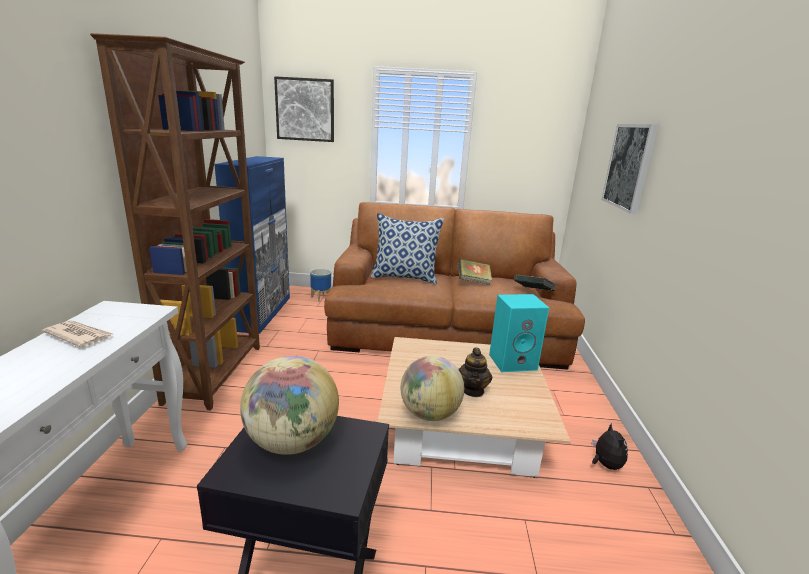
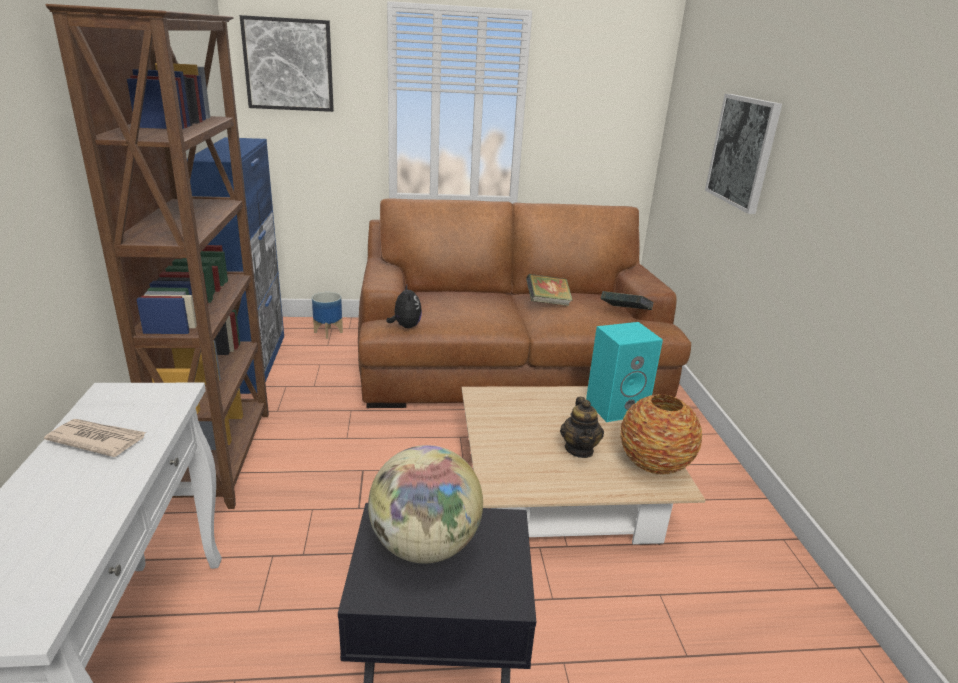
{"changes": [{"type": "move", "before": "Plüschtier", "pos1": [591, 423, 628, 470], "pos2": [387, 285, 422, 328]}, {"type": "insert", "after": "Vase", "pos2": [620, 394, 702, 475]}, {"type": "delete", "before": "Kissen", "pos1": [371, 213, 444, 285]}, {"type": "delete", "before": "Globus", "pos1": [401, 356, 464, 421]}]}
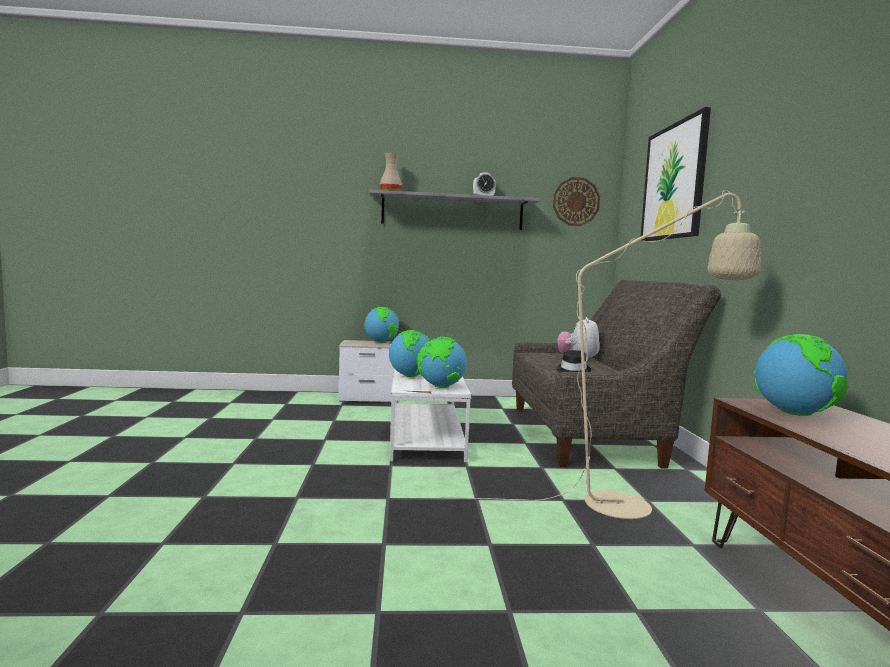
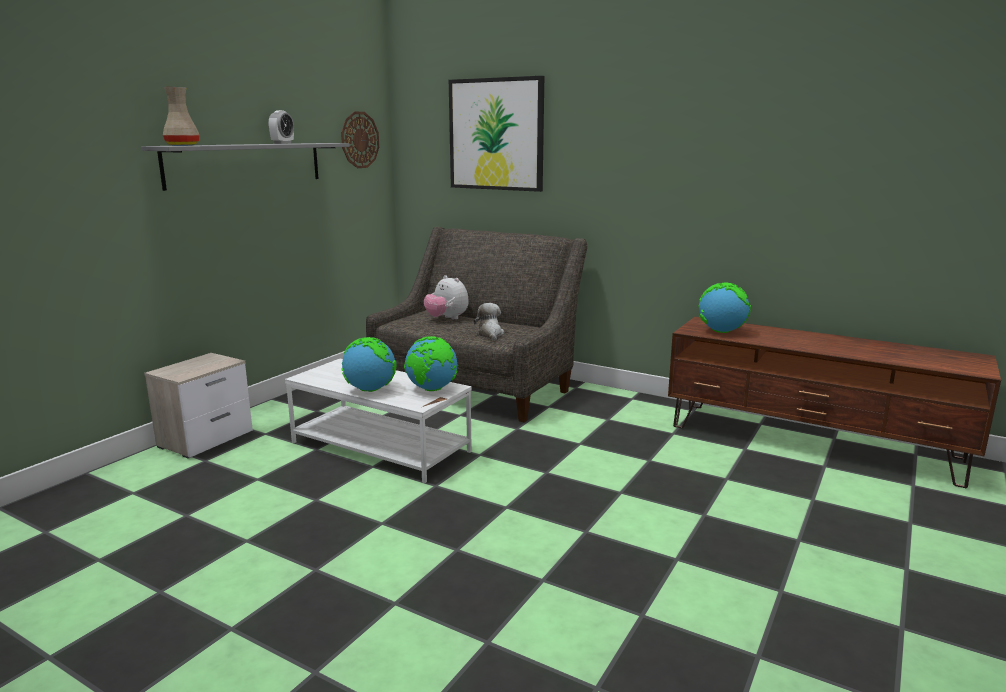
{"changes": [{"type": "replace", "before": "Hut/schwarz", "after": "Plüschtier", "pos1": [556, 350, 591, 373], "pos2": [474, 303, 504, 341]}, {"type": "delete", "before": "Globus", "pos1": [365, 307, 400, 343]}, {"type": "delete", "before": "Stehlampe/beige", "pos1": [441, 190, 761, 519]}]}
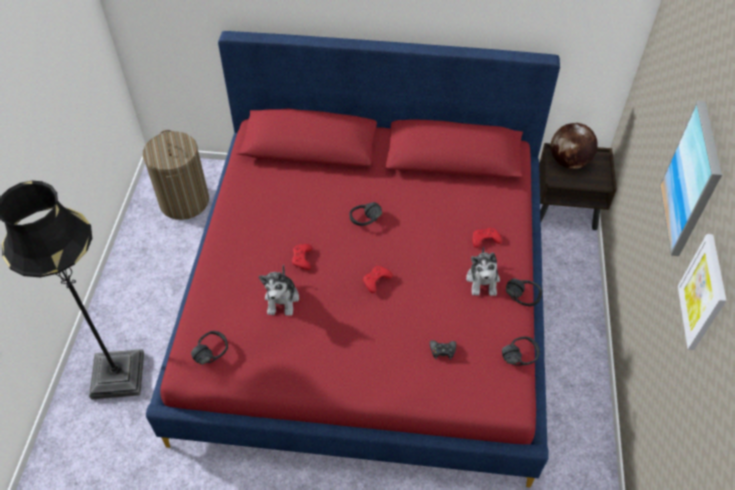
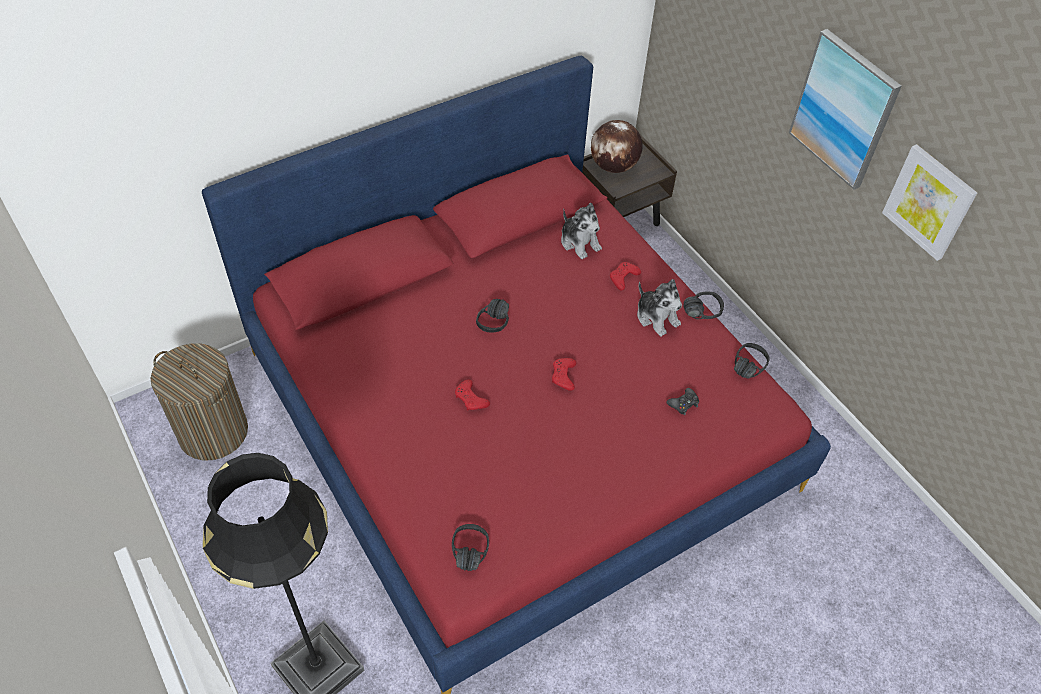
{"changes": [{"type": "move", "before": "Plüschtier", "pos1": [259, 264, 299, 316], "pos2": [561, 203, 602, 259]}]}
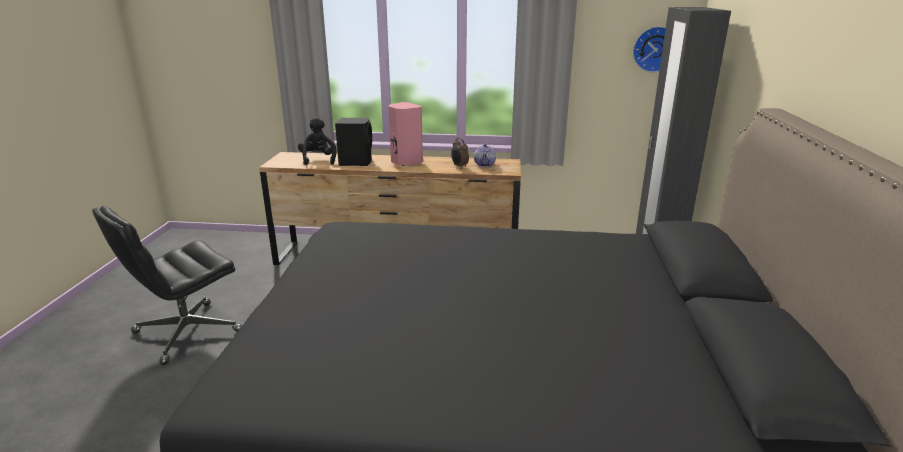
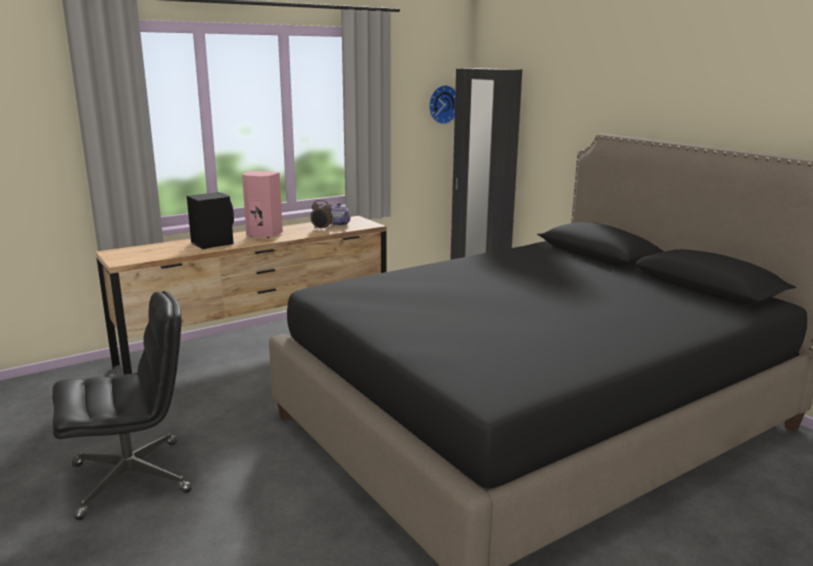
{"changes": [{"type": "rotate", "before": "Bürostuhl/schwarz", "pos1": [92, 206, 242, 365], "pos2": [52, 291, 192, 520], "turn": -120}, {"type": "delete", "before": "Plüschtier/schwarz", "pos1": [298, 117, 337, 165]}]}
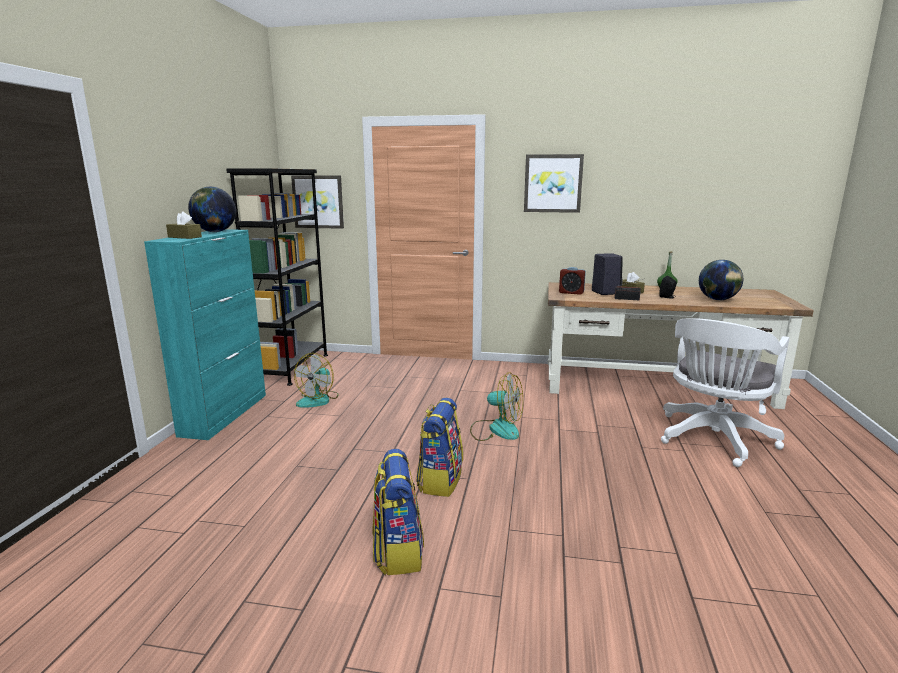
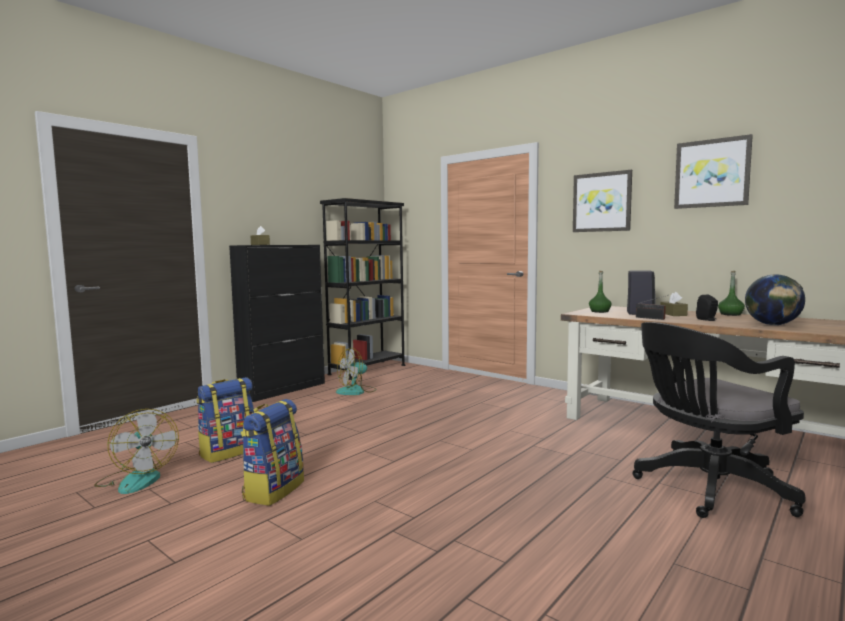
{"changes": [{"type": "move", "before": "Ventilator", "pos1": [470, 372, 523, 441], "pos2": [94, 409, 179, 494]}, {"type": "move", "before": "Rucksack", "pos1": [416, 398, 463, 497], "pos2": [197, 377, 254, 463]}, {"type": "recolor", "before": "Schrank/türkis", "after": "Schrank/schwarz", "pos1": [144, 229, 266, 440], "pos2": [229, 245, 325, 402]}, {"type": "replace", "before": "Wecker", "after": "Flasche/grün", "pos1": [559, 267, 586, 295], "pos2": [589, 270, 611, 313]}, {"type": "recolor", "before": "Bürostuhl/weiß", "after": "Bürostuhl/schwarz", "pos1": [661, 318, 789, 467], "pos2": [632, 322, 806, 518]}, {"type": "move", "before": "Bild", "pos1": [291, 176, 344, 229], "pos2": [674, 134, 753, 209]}, {"type": "delete", "before": "Globus", "pos1": [188, 187, 236, 232]}]}
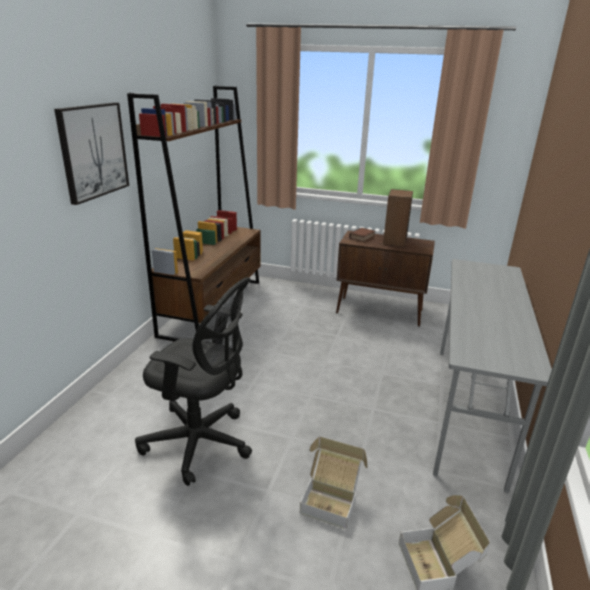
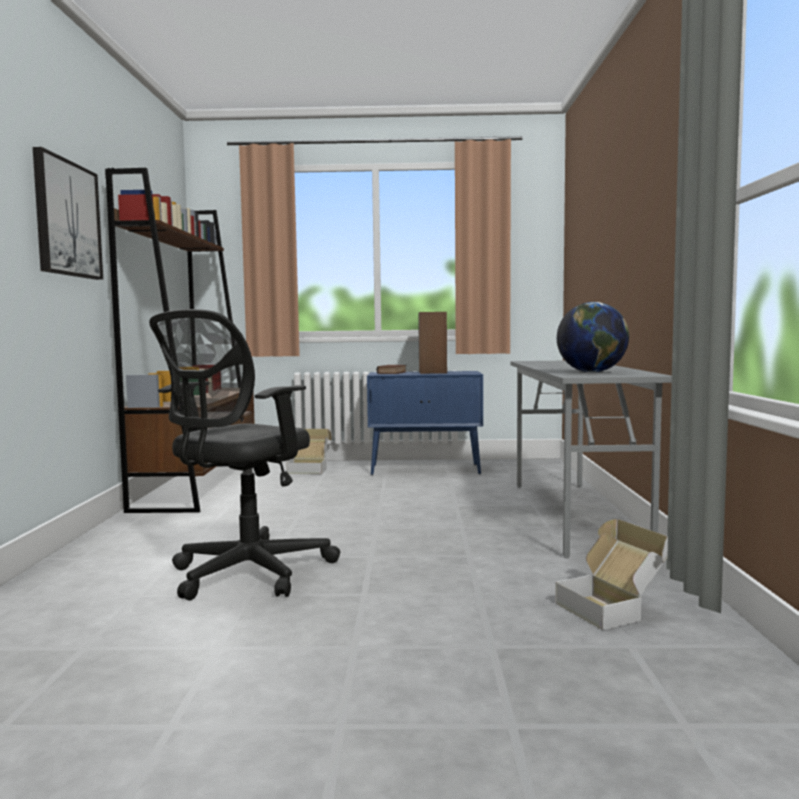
{"changes": [{"type": "rotate", "before": "Bürostuhl/schwarz", "pos1": [135, 277, 252, 486], "pos2": [149, 309, 340, 600], "turn": 120}, {"type": "move", "before": "Karton", "pos1": [300, 436, 368, 529], "pos2": [287, 429, 332, 474]}, {"type": "recolor", "before": "Schrank/braun", "after": "Schrank/blau", "pos1": [336, 230, 435, 327], "pos2": [367, 371, 483, 475]}, {"type": "insert", "after": "Globus", "pos2": [557, 302, 629, 373]}]}
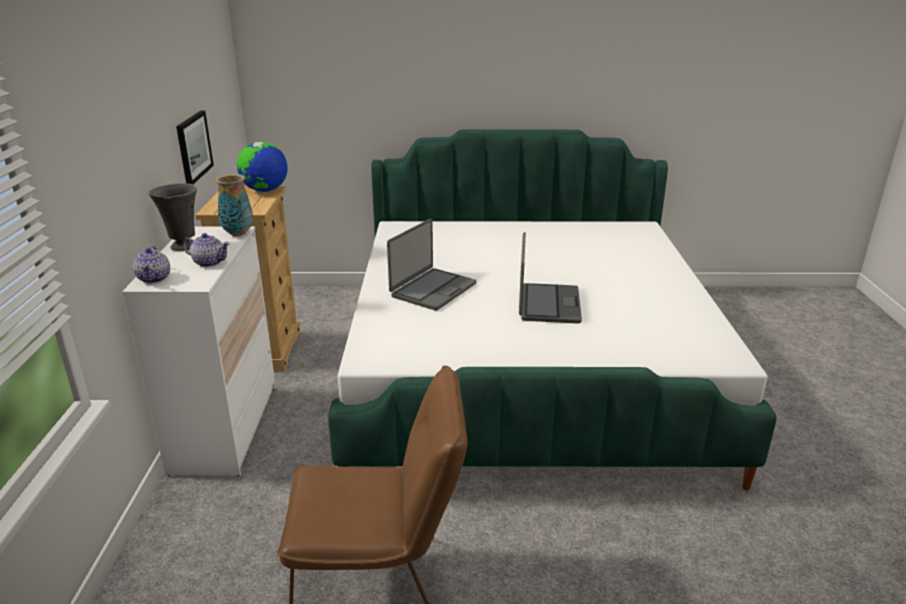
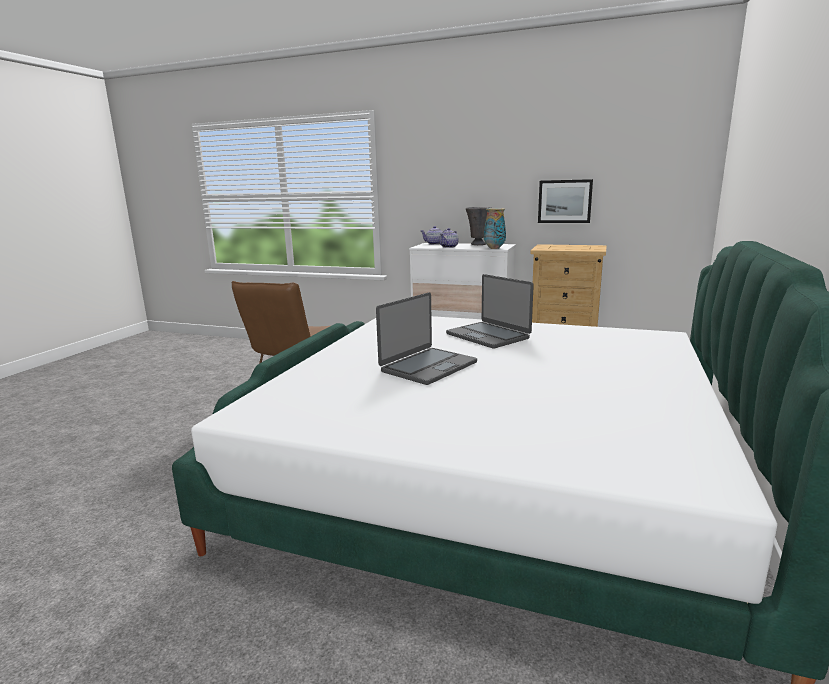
{"changes": [{"type": "rotate", "before": "Laptop", "pos1": [519, 232, 582, 324], "pos2": [376, 292, 477, 385], "turn": -75}, {"type": "delete", "before": "Globus", "pos1": [237, 142, 288, 192]}]}
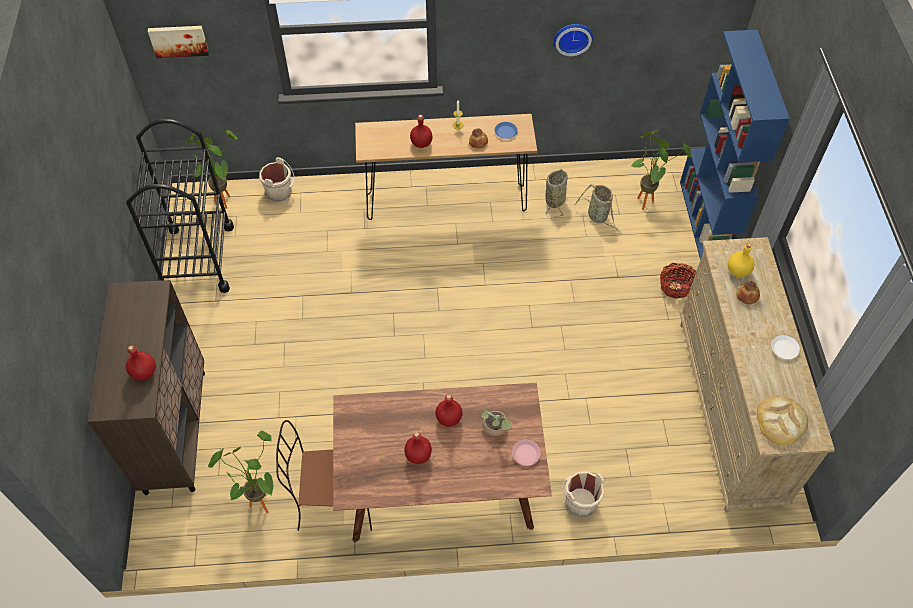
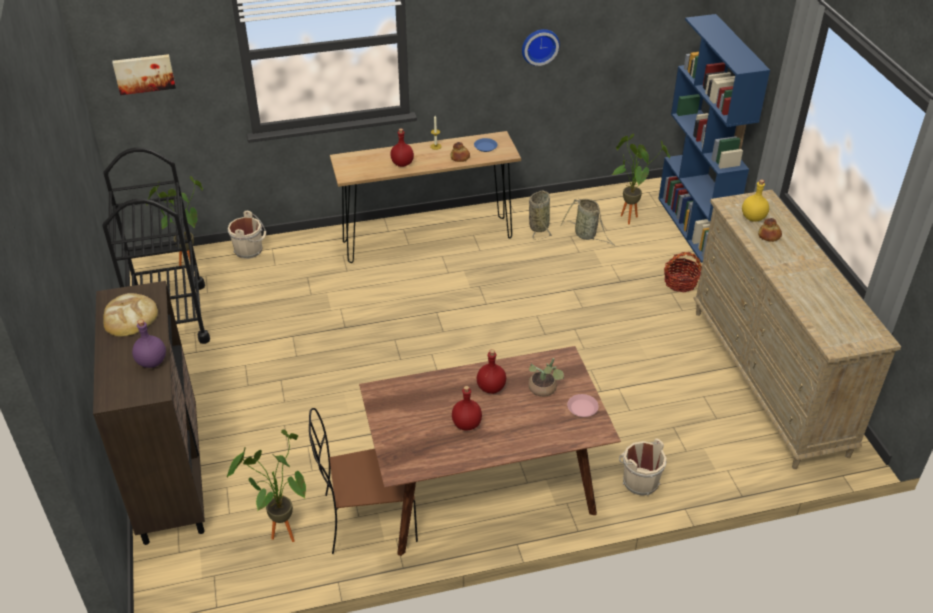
{"changes": [{"type": "move", "before": "Brot", "pos1": [757, 395, 808, 446], "pos2": [103, 293, 158, 337]}, {"type": "recolor", "before": "Flasche/rot", "after": "Flasche/lila", "pos1": [126, 345, 156, 381], "pos2": [132, 320, 166, 368]}, {"type": "delete", "before": "Teller/weiß", "pos1": [771, 335, 800, 359]}]}
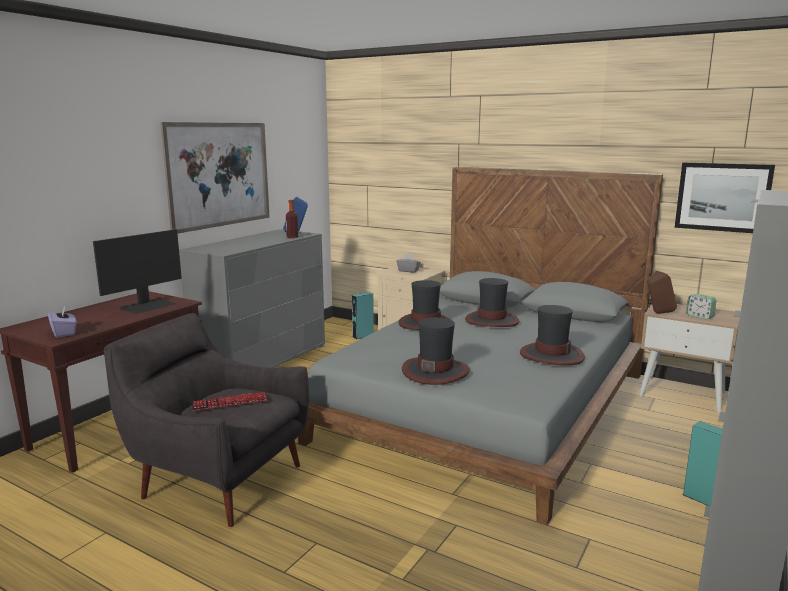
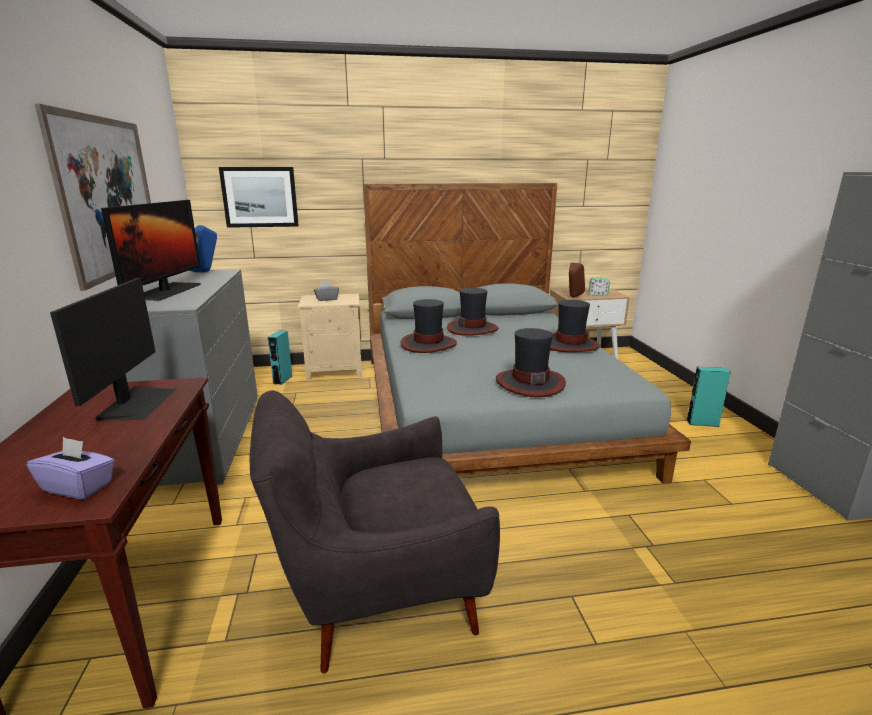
{"changes": [{"type": "insert", "after": "Monitor", "pos2": [101, 200, 201, 301]}, {"type": "move", "before": "Bild", "pos1": [675, 163, 775, 233], "pos2": [219, 167, 299, 228]}, {"type": "delete", "before": "Tastatur", "pos1": [192, 392, 268, 412]}, {"type": "delete", "before": "Flasche", "pos1": [286, 200, 298, 238]}]}
